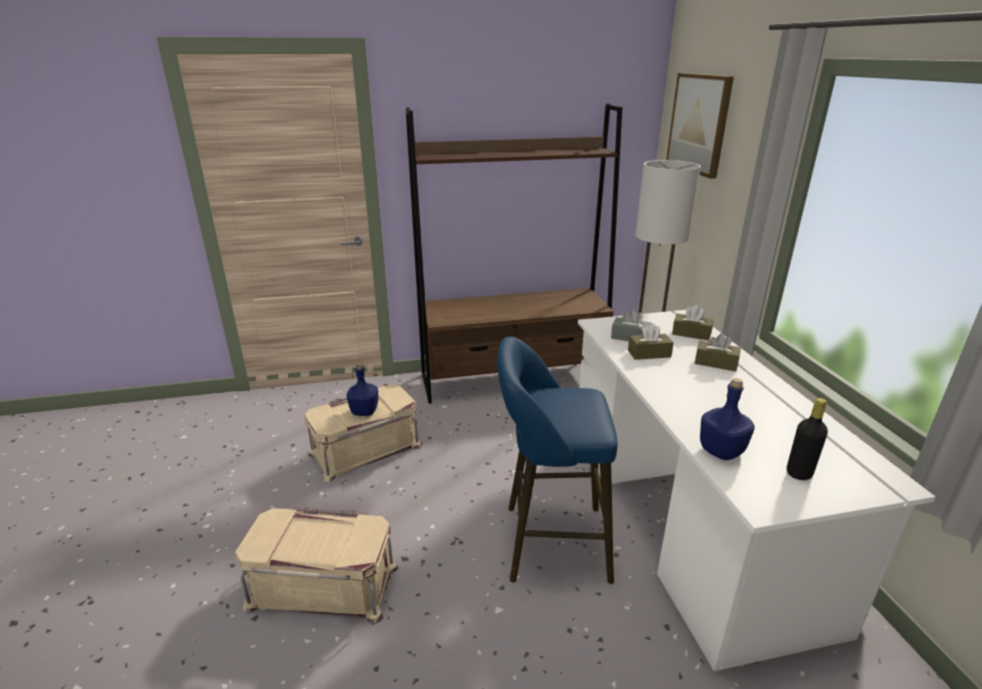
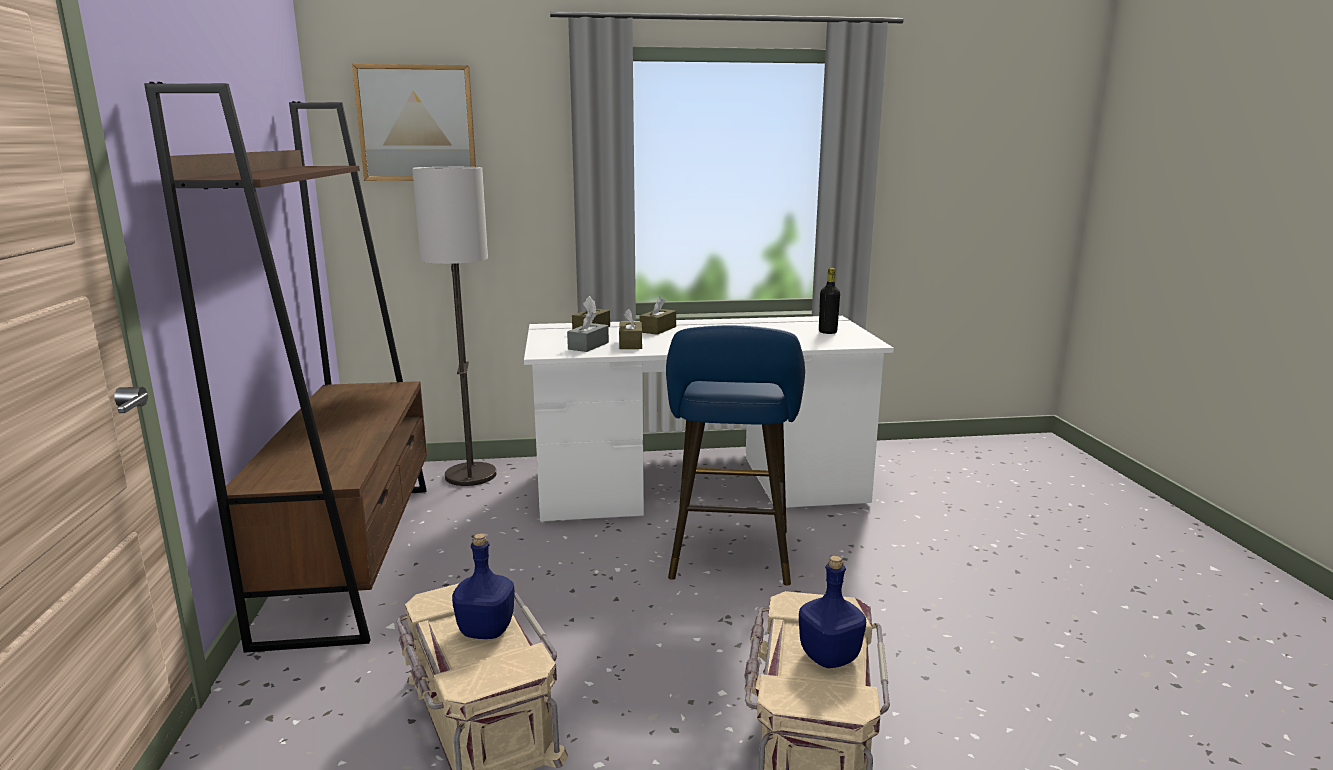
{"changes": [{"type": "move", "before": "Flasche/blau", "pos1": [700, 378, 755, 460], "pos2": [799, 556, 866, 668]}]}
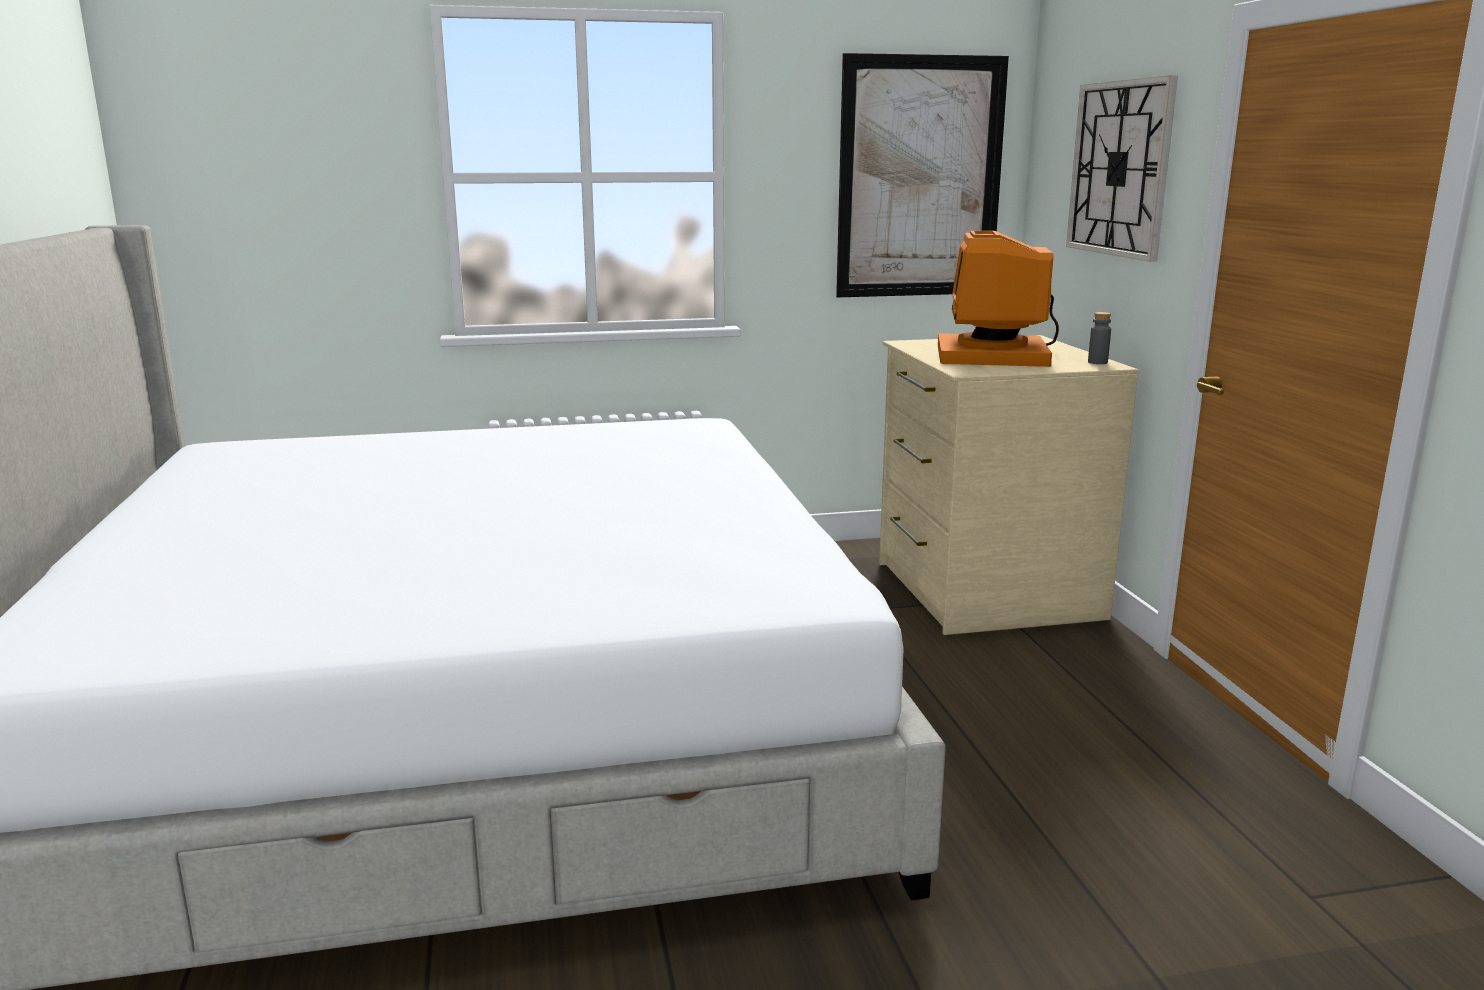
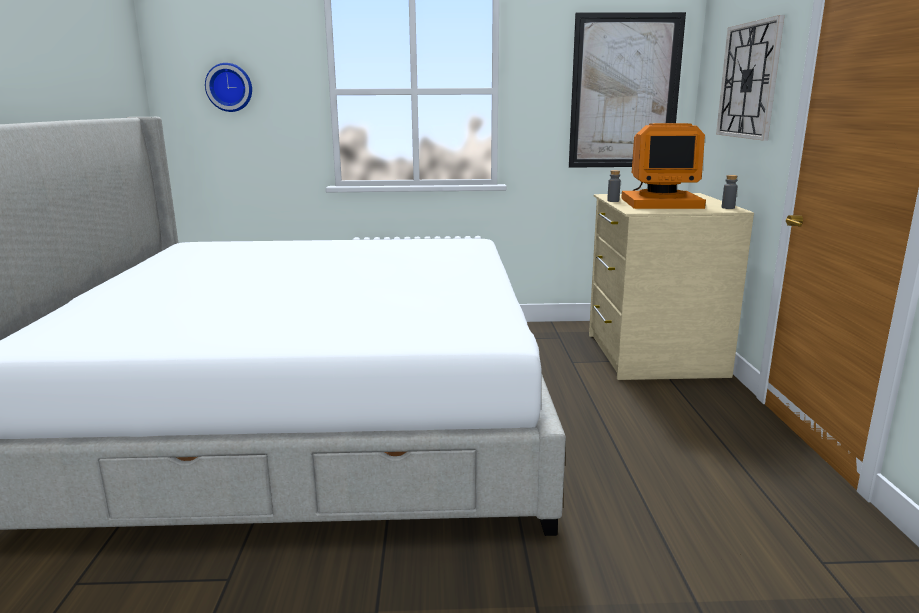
{"changes": [{"type": "insert", "after": "Wanduhr", "pos2": [205, 63, 252, 112]}, {"type": "insert", "after": "Flasche/grau", "pos2": [607, 170, 621, 202]}, {"type": "rotate", "before": "Monitor", "pos1": [938, 231, 1059, 367], "pos2": [621, 123, 706, 209], "turn": -105}]}
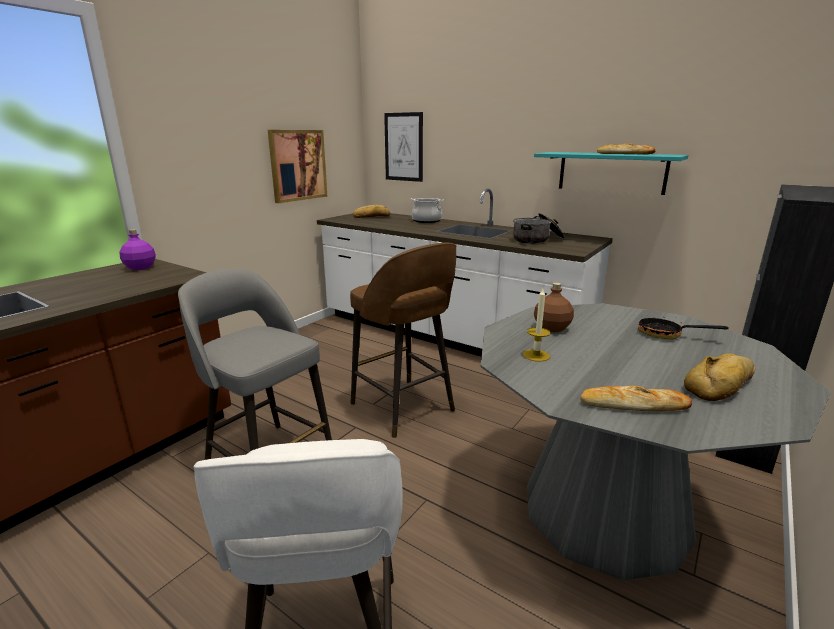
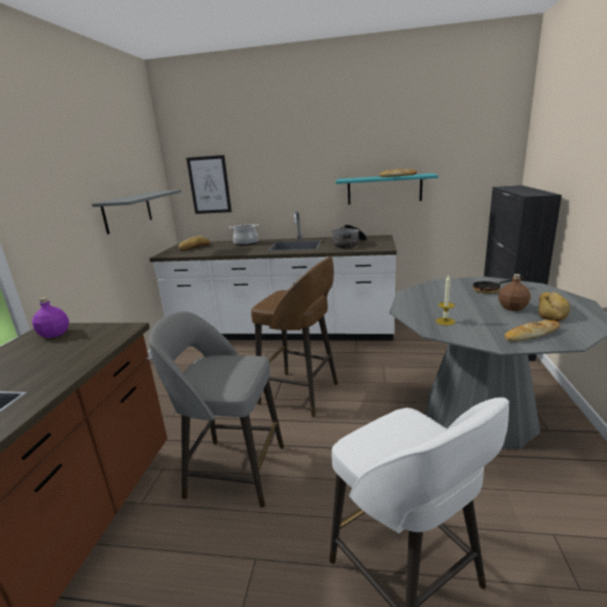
{"changes": [{"type": "replace", "before": "Bild", "after": "Wandregal/grau", "pos1": [268, 130, 327, 203], "pos2": [92, 190, 181, 234]}, {"type": "move", "before": "Flasche/braun", "pos1": [534, 283, 574, 333], "pos2": [498, 274, 531, 311]}]}
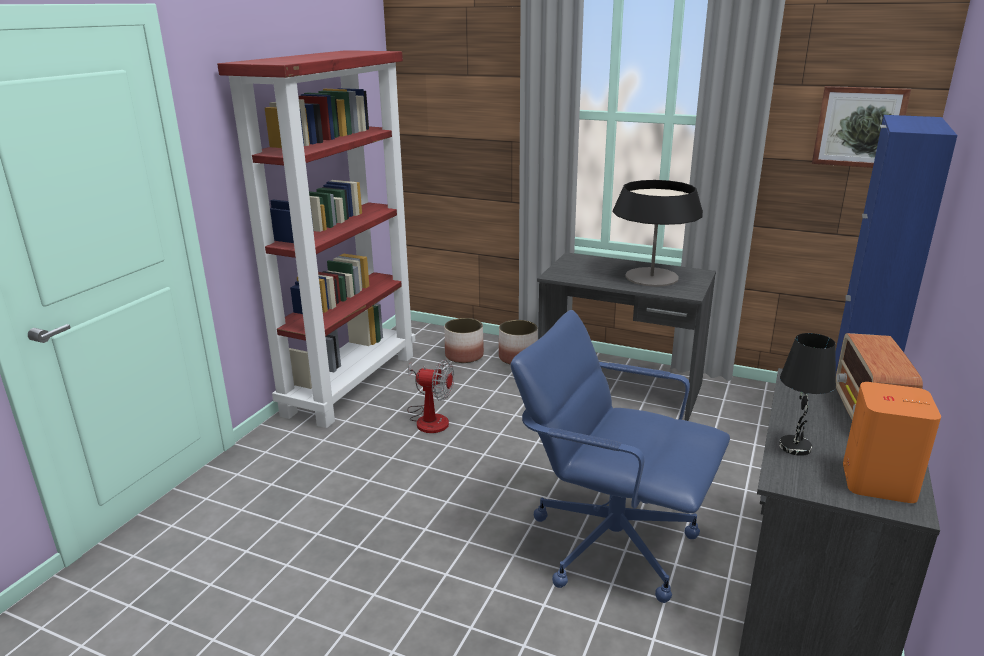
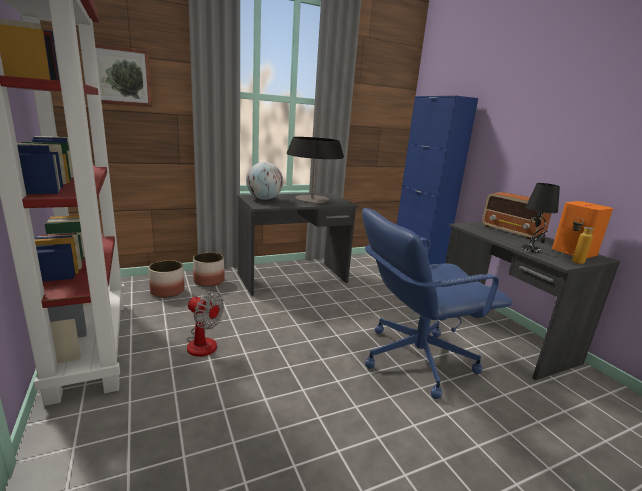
{"changes": [{"type": "move", "before": "Bild", "pos1": [812, 86, 911, 168], "pos2": [95, 43, 153, 107]}, {"type": "rotate", "before": "Ventilator", "pos1": [407, 359, 454, 433], "pos2": [187, 291, 224, 357], "turn": 60}, {"type": "insert", "after": "Globus", "pos2": [246, 162, 283, 200]}, {"type": "insert", "after": "Flasche", "pos2": [572, 217, 594, 264]}]}
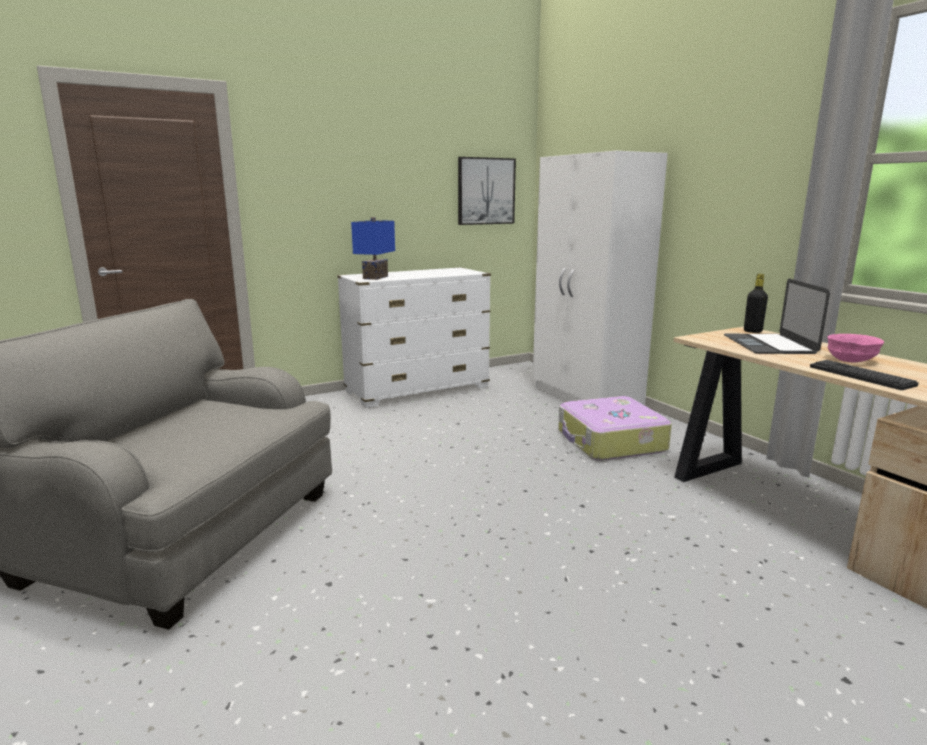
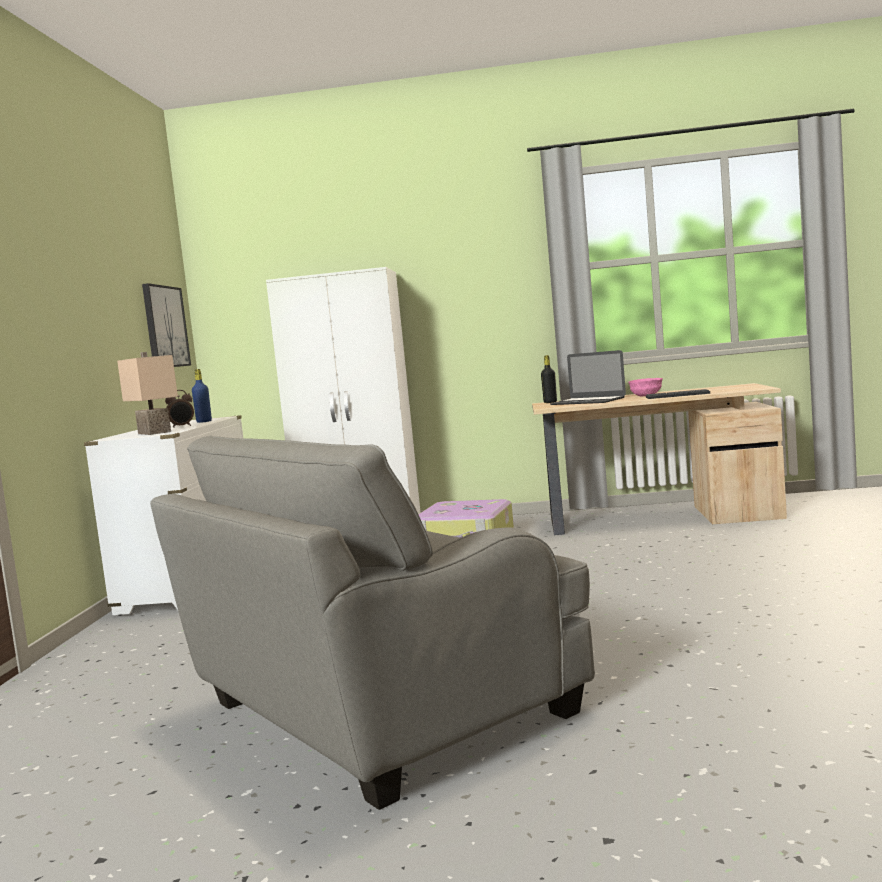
{"changes": [{"type": "recolor", "before": "Tischlampe/blau", "after": "Tischlampe/beige", "pos1": [351, 217, 395, 280], "pos2": [117, 352, 178, 435]}, {"type": "insert", "after": "Wecker", "pos2": [165, 390, 194, 428]}, {"type": "insert", "after": "Flasche/blau", "pos2": [192, 369, 212, 423]}]}
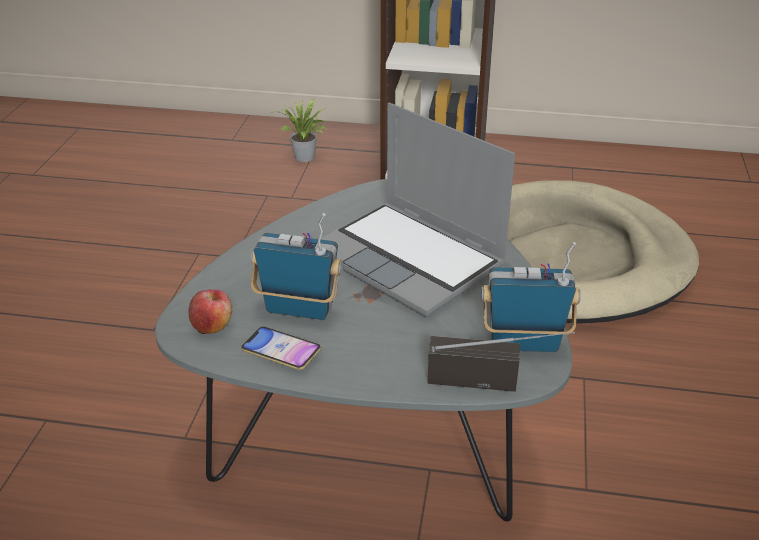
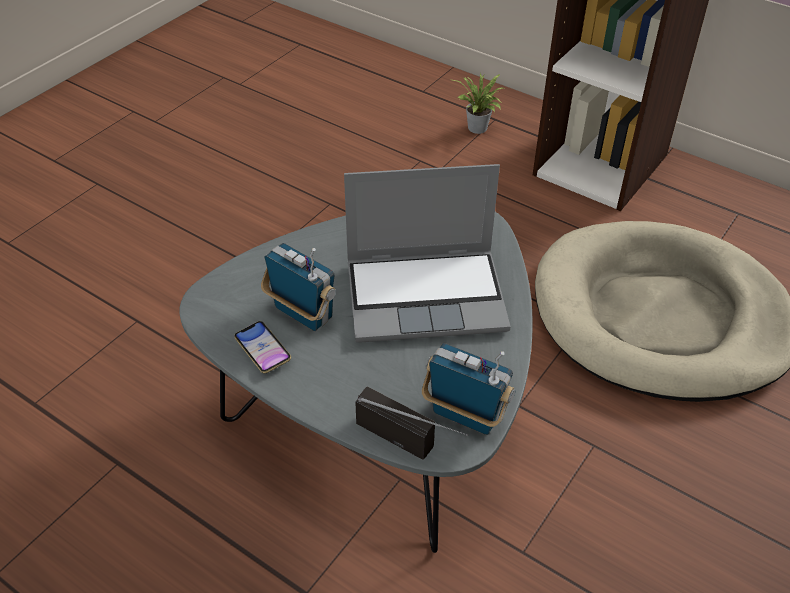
{"changes": [{"type": "rotate", "before": "Laptop", "pos1": [321, 103, 515, 317], "pos2": [344, 164, 511, 342], "turn": -75}, {"type": "delete", "before": "Apfel", "pos1": [188, 289, 232, 334]}]}
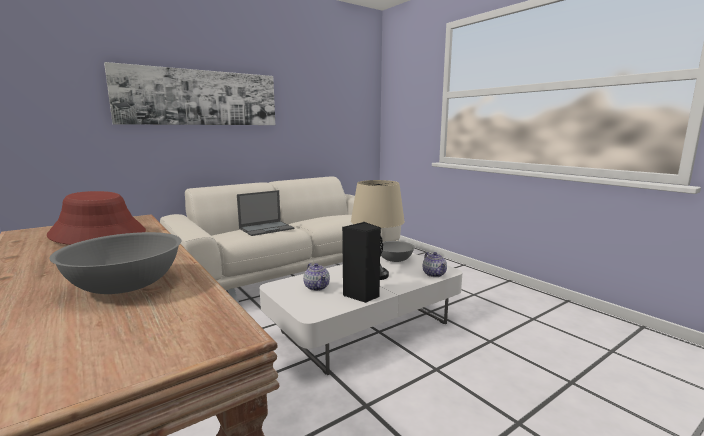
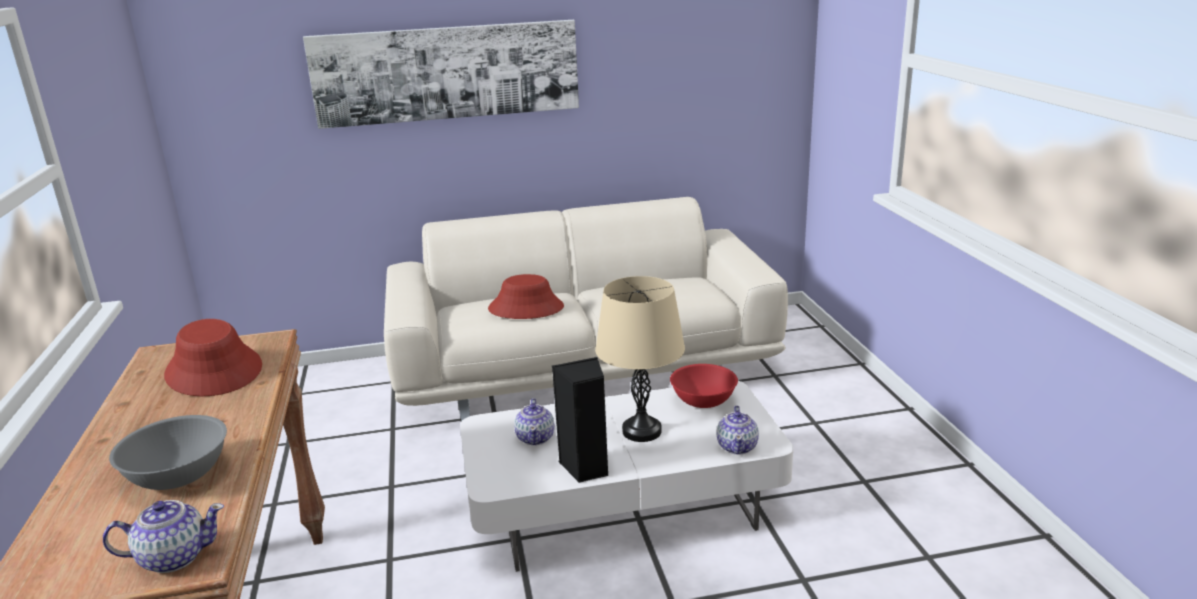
{"changes": [{"type": "insert", "after": "Teekanne", "pos2": [103, 500, 224, 573]}, {"type": "replace", "before": "Laptop", "after": "Hut/rot", "pos1": [237, 190, 295, 236], "pos2": [488, 274, 564, 319]}, {"type": "recolor", "before": "Schüssel/grau", "after": "Schüssel/rot", "pos1": [380, 241, 415, 262], "pos2": [670, 364, 738, 408]}]}
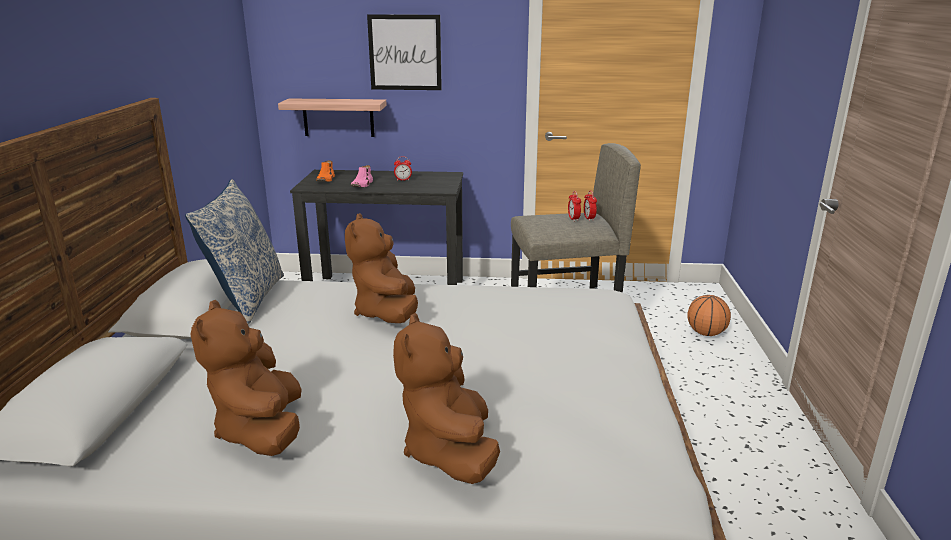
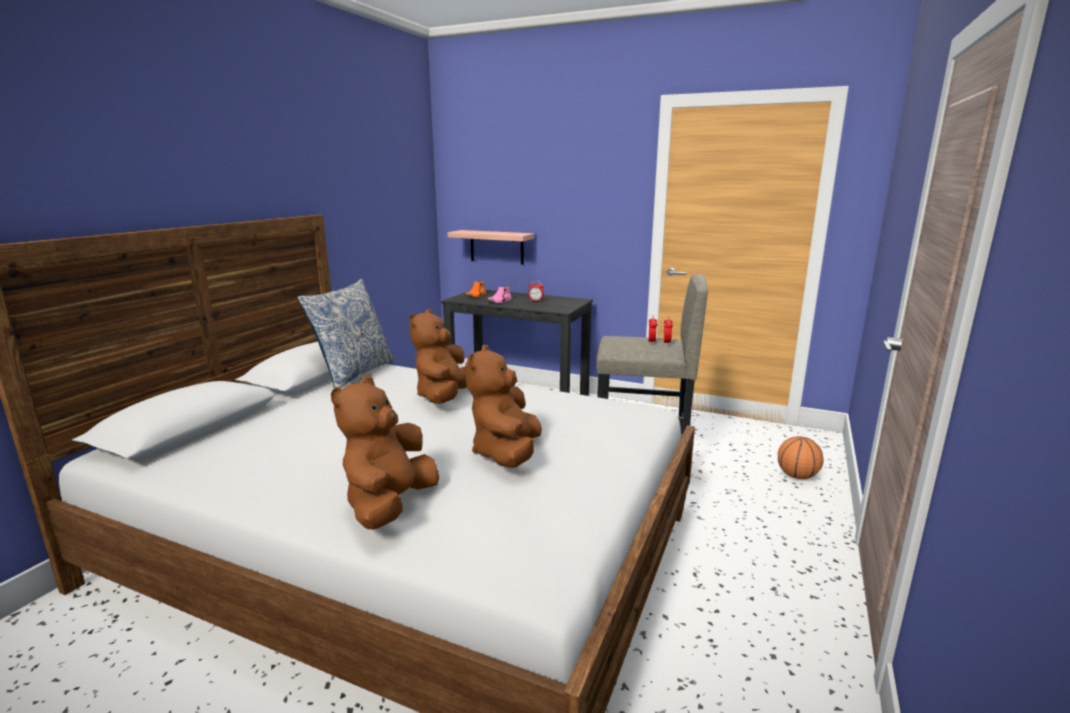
{"changes": [{"type": "move", "before": "Plüschtier/braun", "pos1": [191, 300, 302, 456], "pos2": [465, 345, 542, 468]}, {"type": "delete", "before": "Bild", "pos1": [367, 14, 442, 90]}]}
